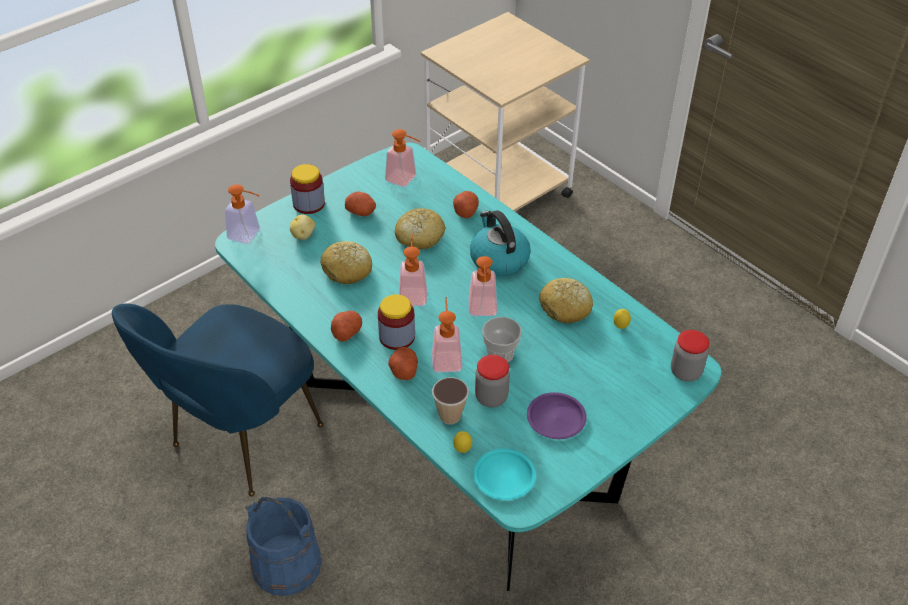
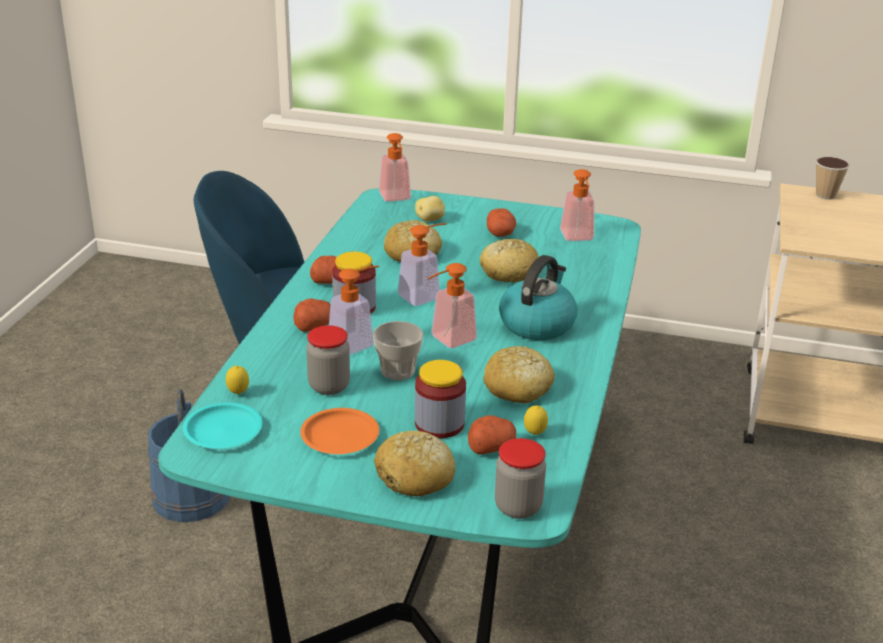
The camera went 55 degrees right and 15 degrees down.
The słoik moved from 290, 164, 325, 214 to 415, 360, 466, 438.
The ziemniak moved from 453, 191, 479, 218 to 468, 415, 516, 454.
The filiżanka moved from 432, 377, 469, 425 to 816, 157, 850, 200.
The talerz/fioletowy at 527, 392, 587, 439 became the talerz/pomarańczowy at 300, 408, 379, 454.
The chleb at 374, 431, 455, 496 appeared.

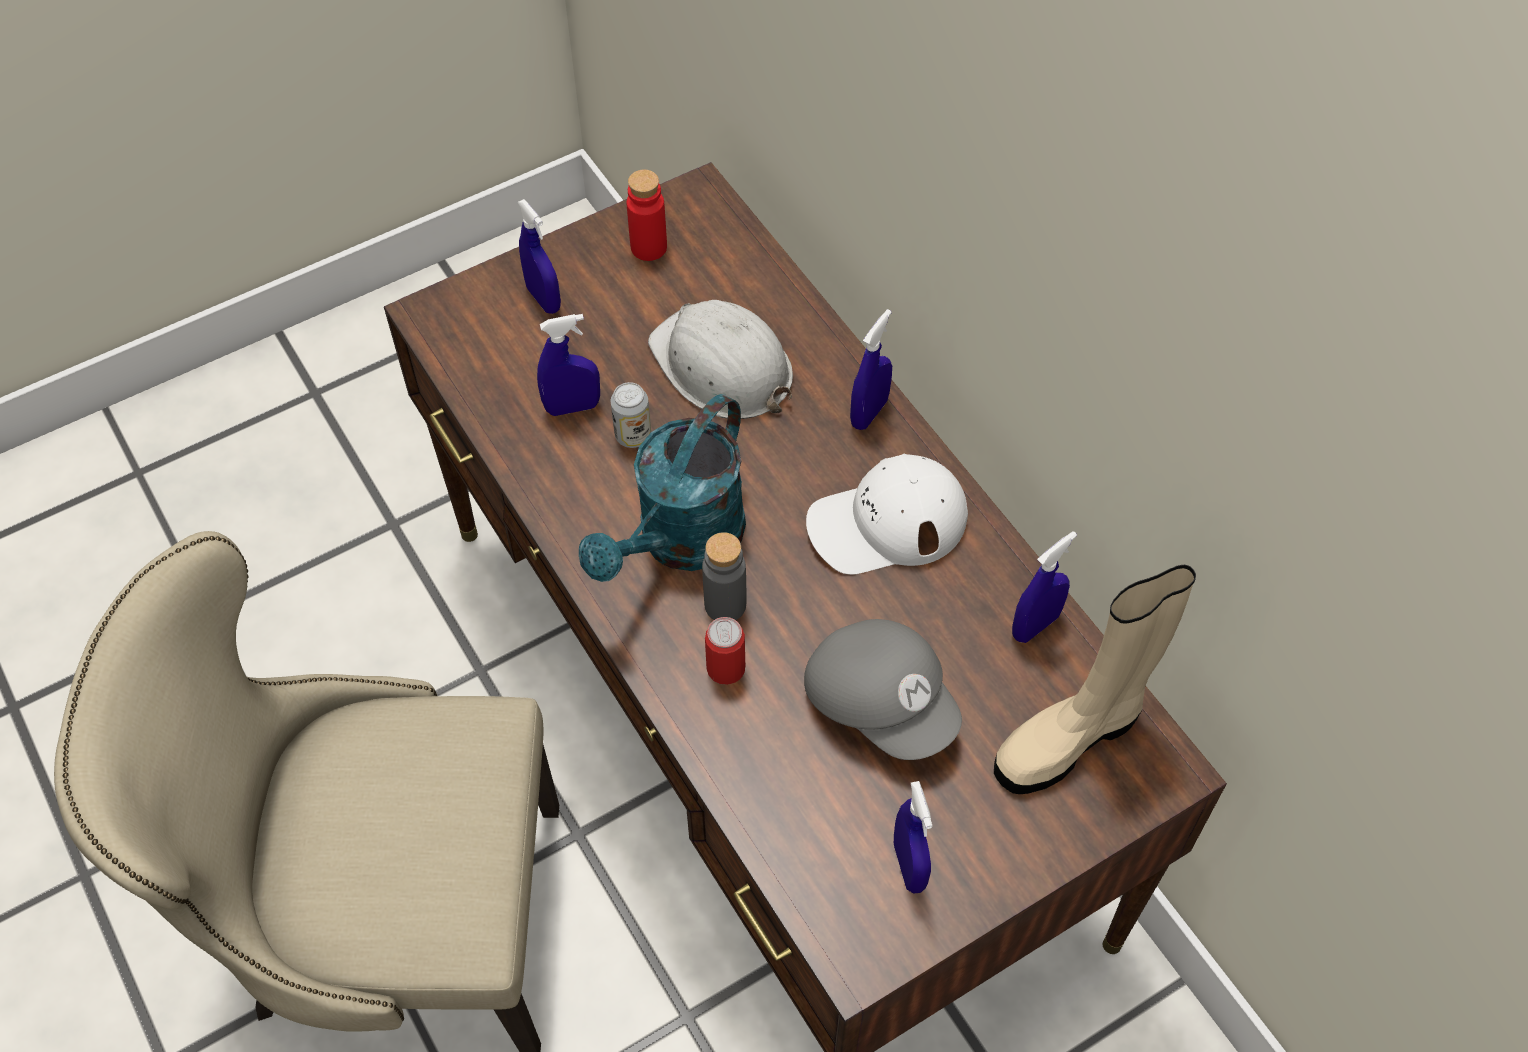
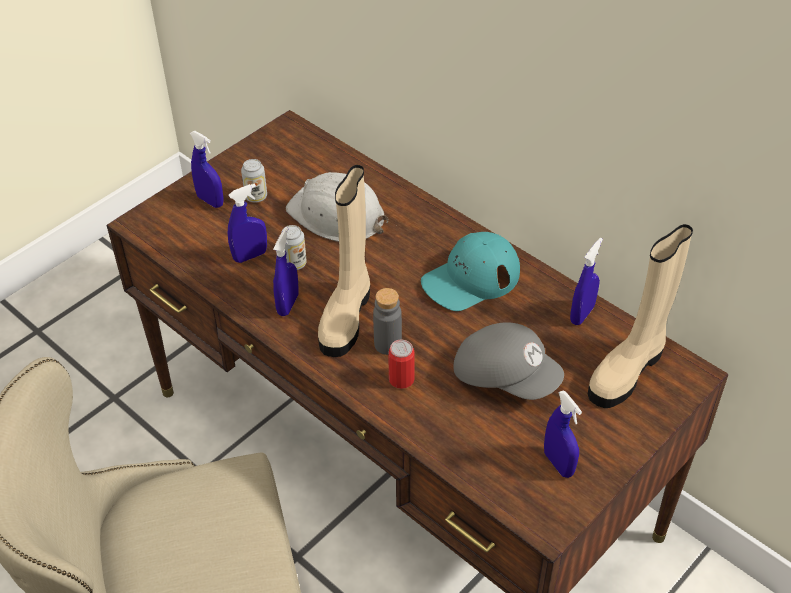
The camera went 15 degrees left and 10 degrees down.
The butelka/czerwony at 627, 169, 667, 261 disappeared.
The spryskiwacz/niebieski moved from 850, 309, 892, 430 to 273, 227, 299, 316.
The konewka/turkusowy at 579, 394, 746, 582 was replaced by the but z cholewką/beżowy at 318, 165, 370, 357.
The czapka z daszkiem/biały at 806, 454, 968, 575 became the czapka z daszkiem/turkusowy at 421, 231, 520, 311.
The puszka at 241, 159, 267, 203 appeared.

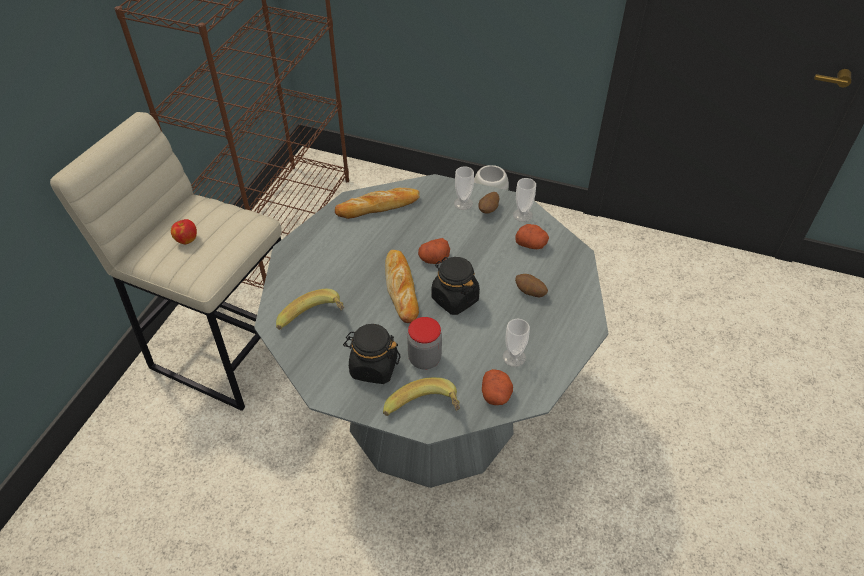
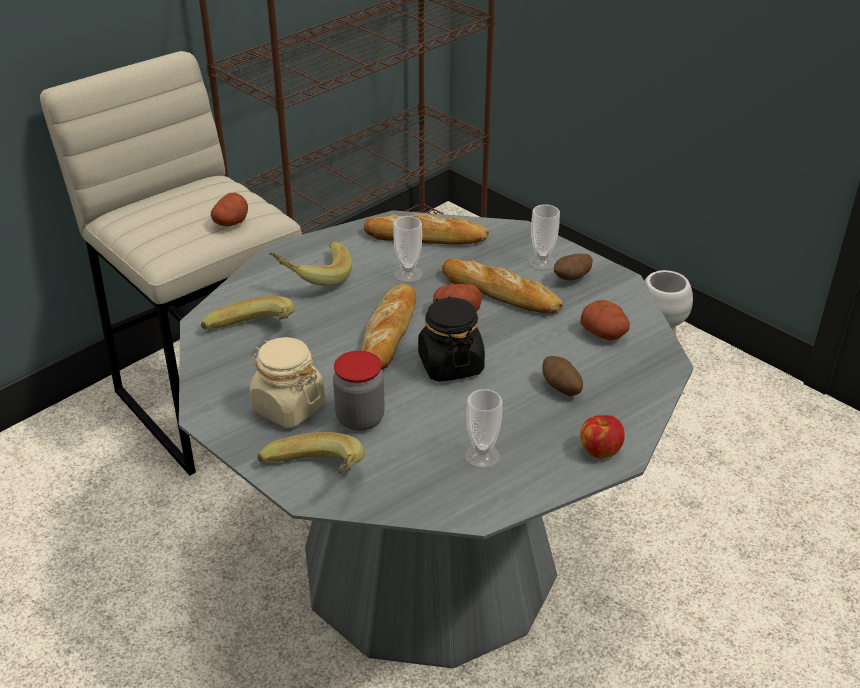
The camera went 25 degrees right and 10 degrees down.
The filiżanka moved from 513, 178, 536, 222 to 393, 216, 423, 283.
The jabłko moved from 171, 219, 197, 244 to 580, 415, 625, 458.
The słoik/czarny at 343, 324, 401, 384 became the słoik/beżowy at 249, 337, 325, 428.
The ziemniak moved from 482, 369, 513, 405 to 211, 193, 248, 226.
The banan at 269, 241, 352, 286 appeared.
The chleb at 442, 258, 563, 313 appeared.

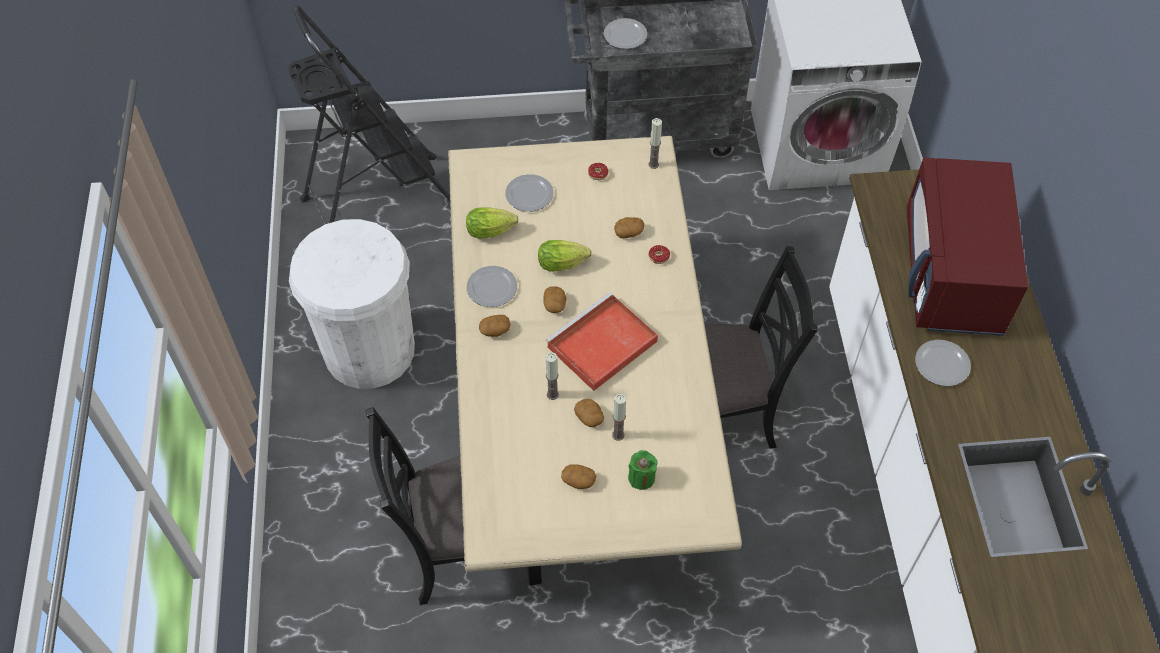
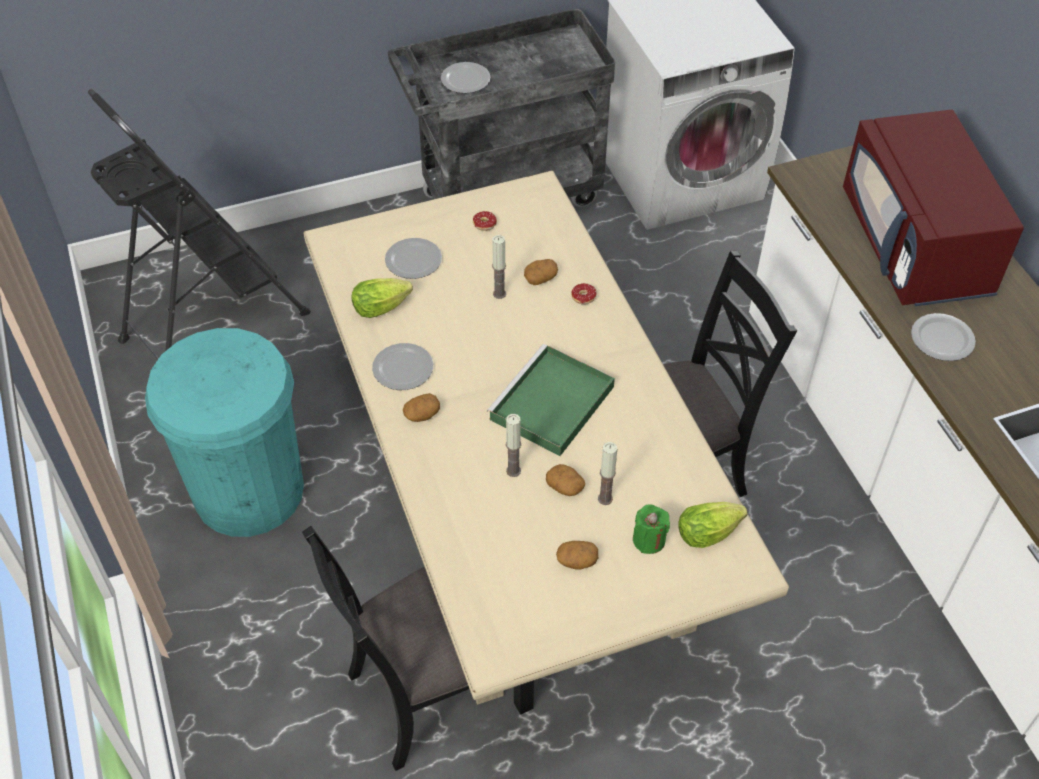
The camera went 15 degrees left and 5 degrees down.
The świeca moved from 648, 118, 662, 169 to 492, 235, 506, 299.
The kosz na śmieci/biały at 289, 219, 415, 389 became the kosz na śmieci/turkusowy at 145, 328, 304, 537.
The sałata moved from 538, 240, 591, 272 to 678, 502, 748, 548.
The ziemniak at 543, 287, 566, 313 disappeared.
The taca/czerwony at 546, 292, 658, 391 became the taca/zielony at 487, 344, 615, 456.

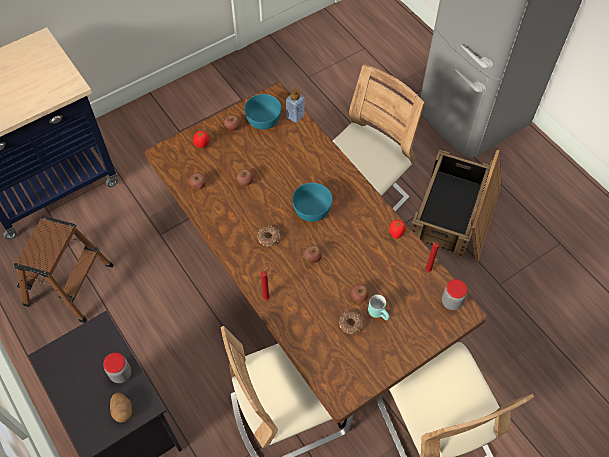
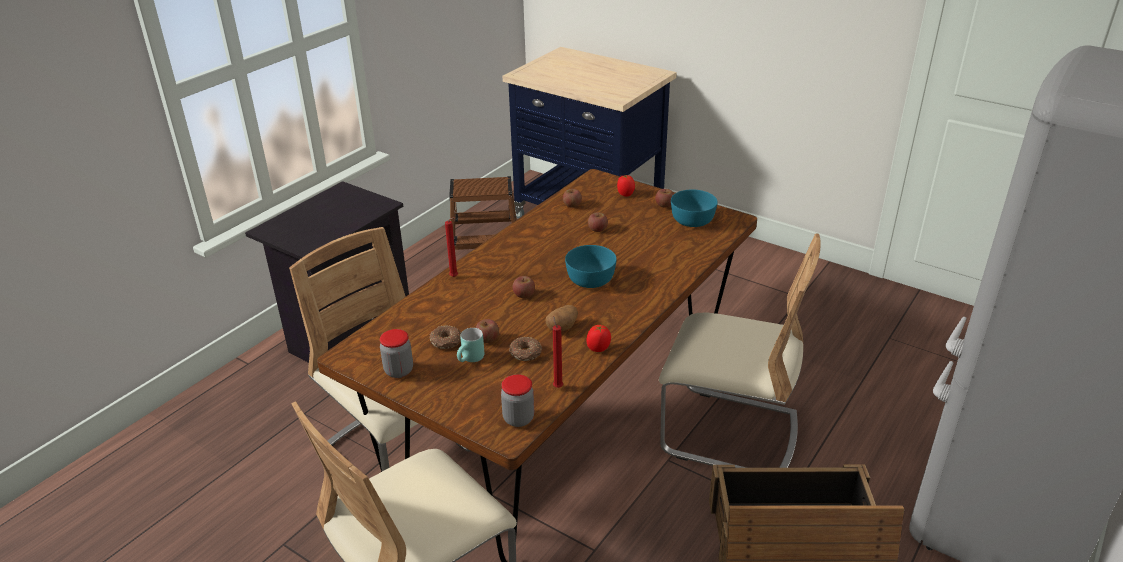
The camera went 70 degrees right and 25 degrees down.
The dozownik mydła at 286, 88, 304, 123 disappeared.
The donut moved from 257, 226, 281, 246 to 509, 337, 542, 361.
The słoik moved from 103, 352, 131, 383 to 380, 329, 413, 378.
The ziemniak moved from 110, 392, 132, 423 to 545, 305, 578, 331.

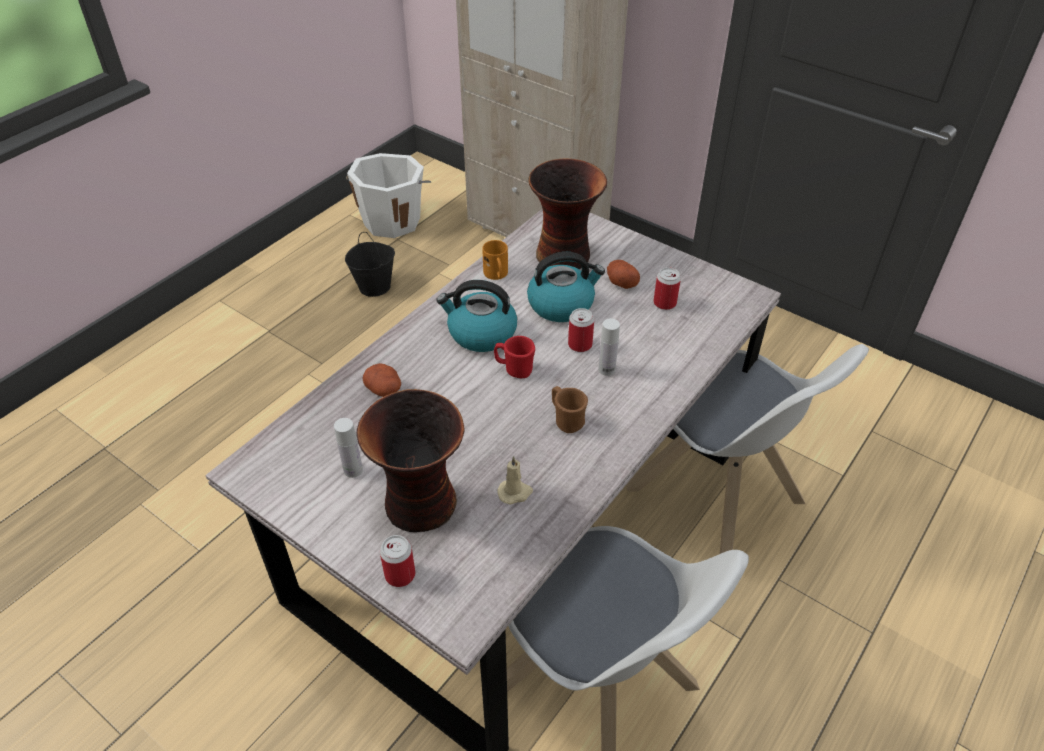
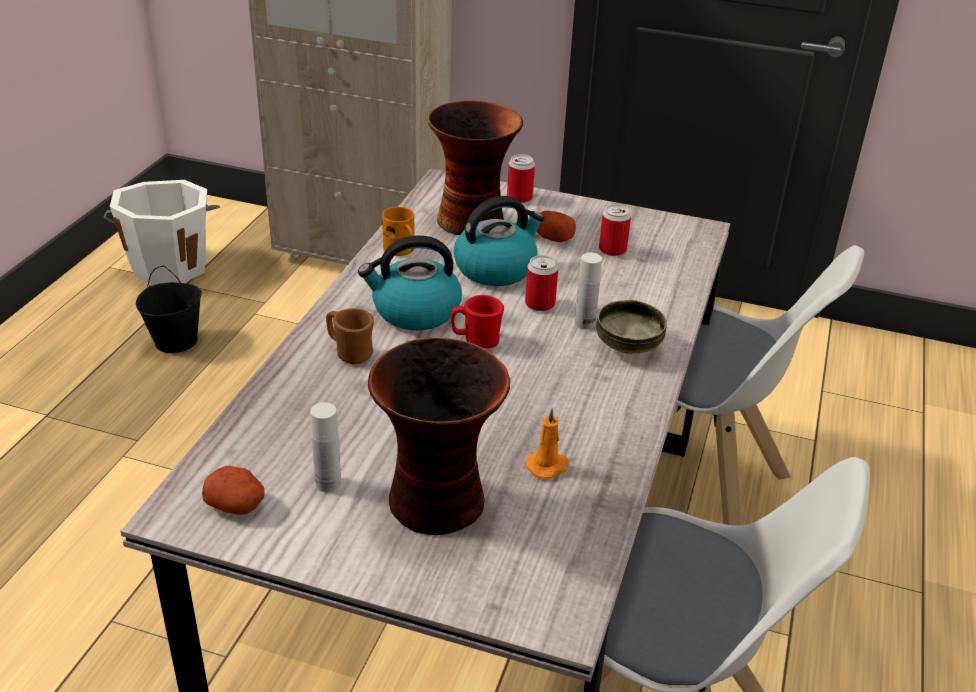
The camera went 20 degrees left and 10 degrees down.
The ziemniak moved from 362, 363, 401, 397 to 202, 466, 265, 515.
The kubek/brązowy moved from 552, 386, 588, 433 to 326, 308, 374, 364.
The świeca/beżowy at 497, 456, 533, 505 became the świeca/pomarańczowy at 526, 408, 569, 479.
The puszka moved from 380, 535, 415, 587 to 507, 154, 535, 203.
The miska at 596, 300, 667, 354 appeared.

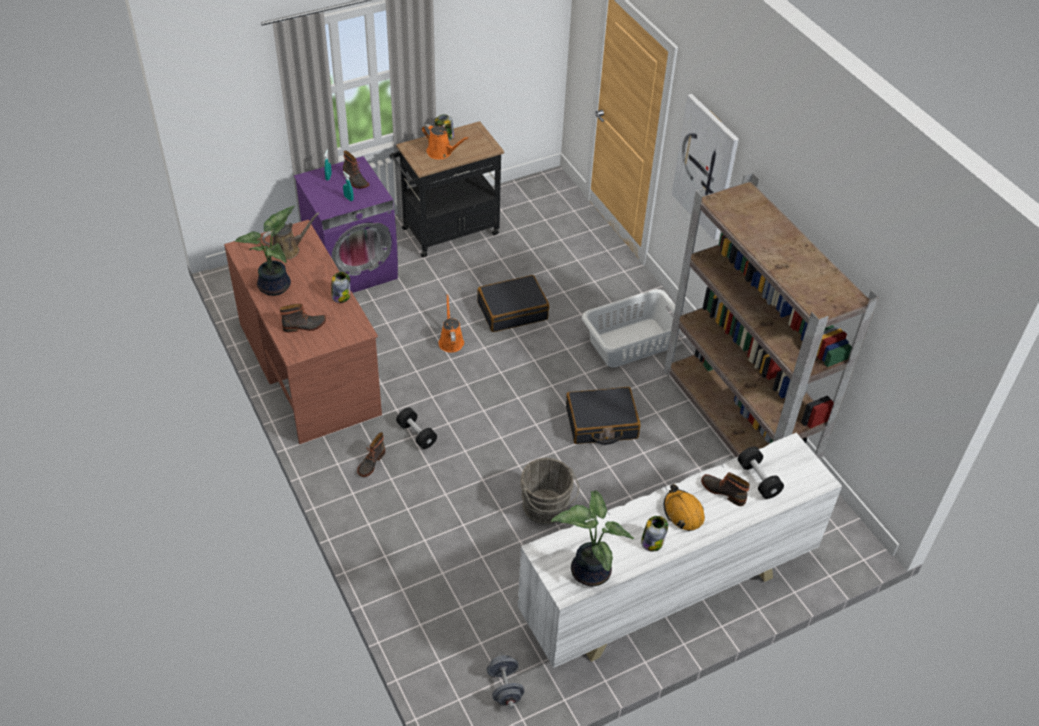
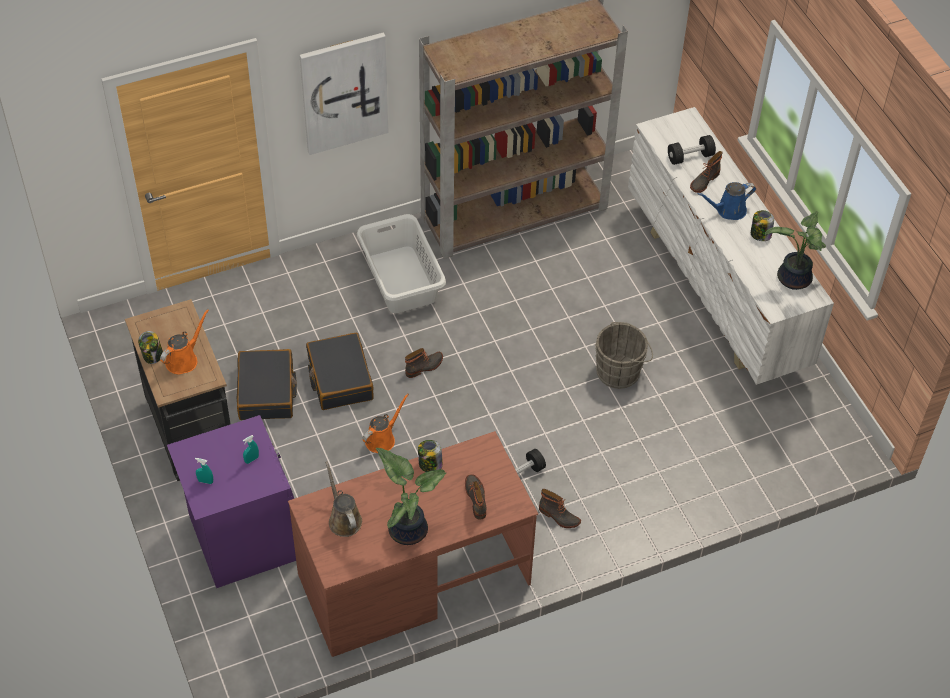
The camera went 85 degrees left and 5 degrees up.
The but z cholewką moved from 343, 151, 369, 188 to 405, 348, 443, 378.
The konewka/pomarańczowy at 438, 294, 464, 353 turned 135 degrees clockwise.
The walizka/czarny moved from 566, 387, 641, 445 to 236, 349, 297, 420.
The kask/pomarańczowy at 664, 484, 705, 531 was replaced by the konewka/niebieski at 698, 182, 756, 220.
The hantel/szary at 487, 653, 525, 709 disappeared.

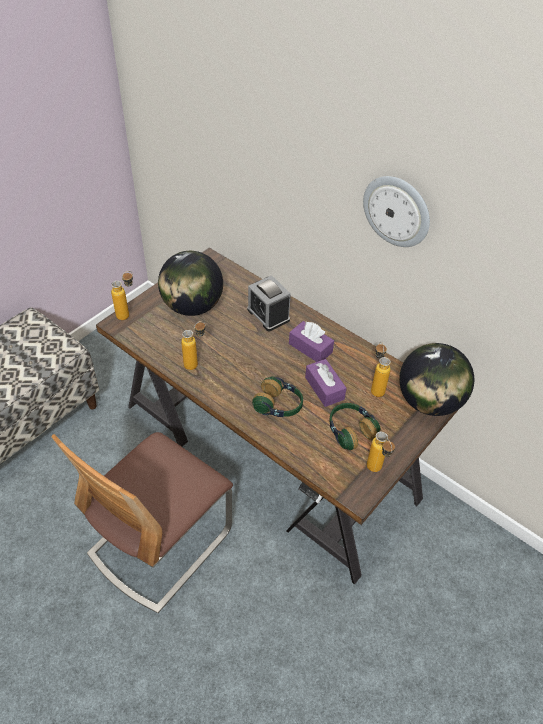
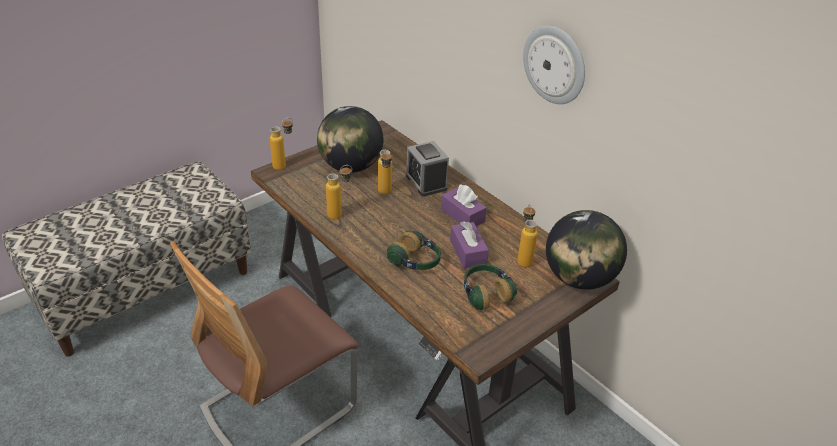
The camera went 10 degrees right and 10 degrees down.
The butelka moved from 367, 432, 395, 472 to 378, 150, 392, 194.

